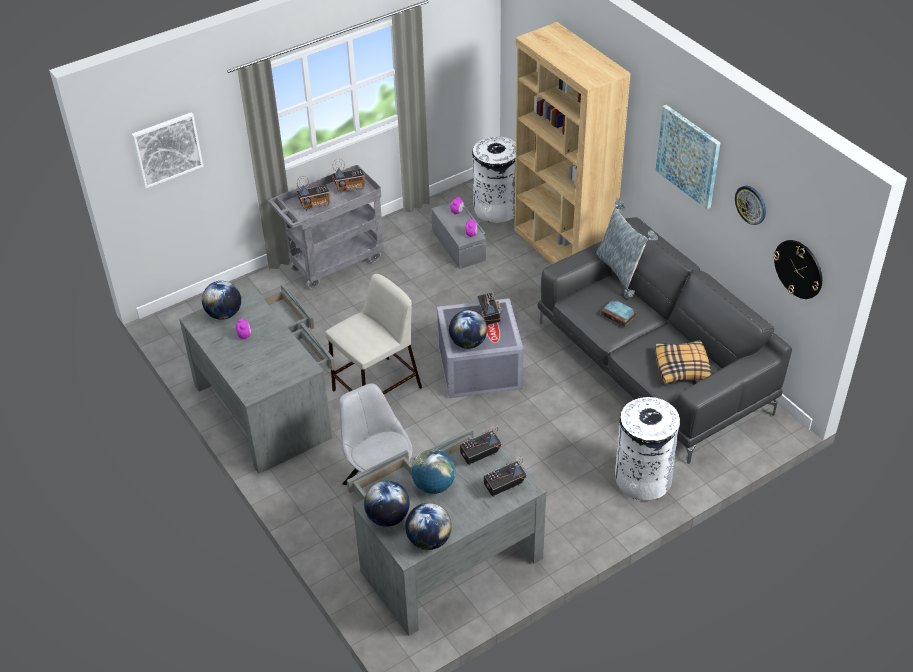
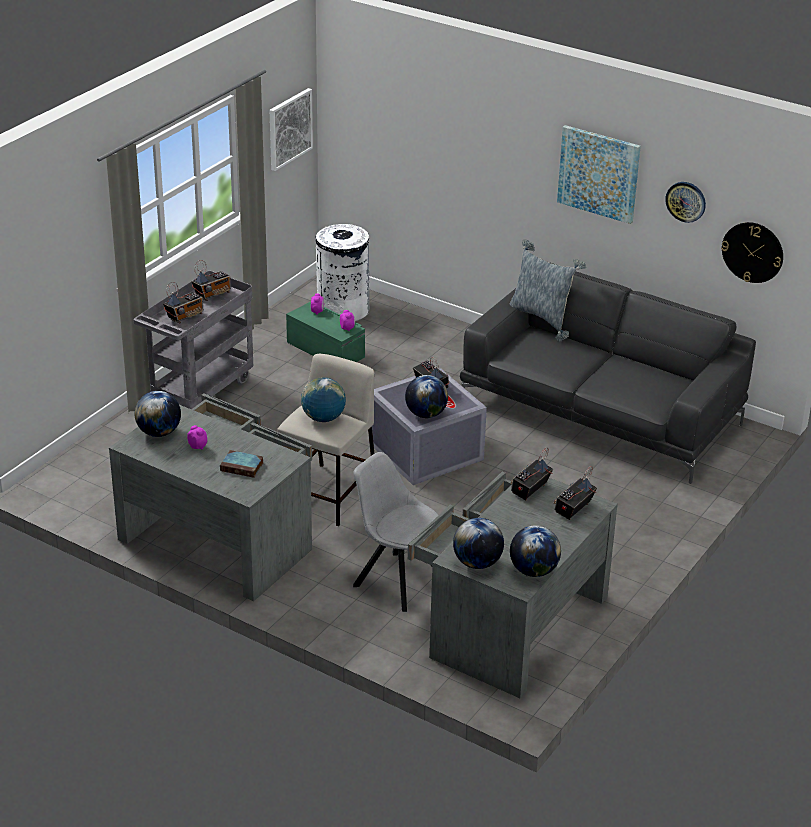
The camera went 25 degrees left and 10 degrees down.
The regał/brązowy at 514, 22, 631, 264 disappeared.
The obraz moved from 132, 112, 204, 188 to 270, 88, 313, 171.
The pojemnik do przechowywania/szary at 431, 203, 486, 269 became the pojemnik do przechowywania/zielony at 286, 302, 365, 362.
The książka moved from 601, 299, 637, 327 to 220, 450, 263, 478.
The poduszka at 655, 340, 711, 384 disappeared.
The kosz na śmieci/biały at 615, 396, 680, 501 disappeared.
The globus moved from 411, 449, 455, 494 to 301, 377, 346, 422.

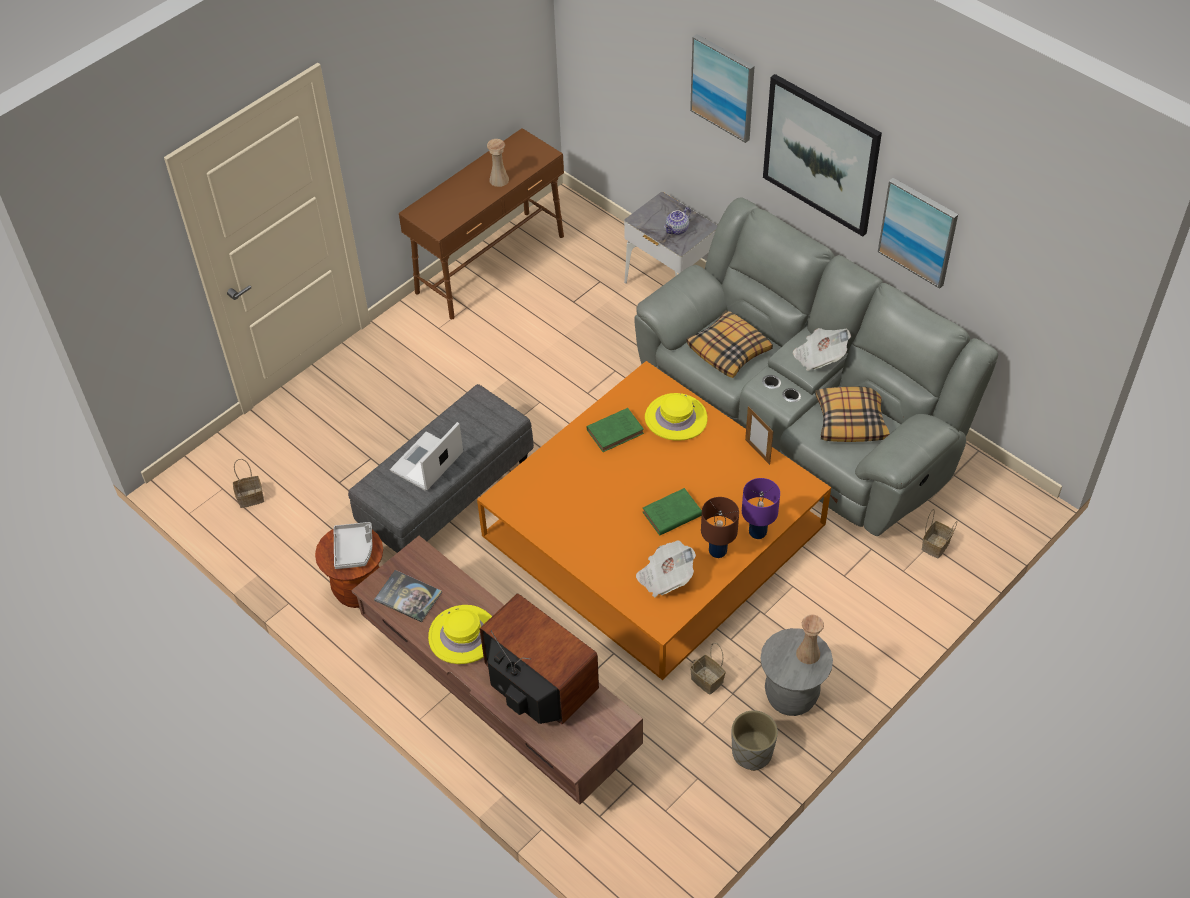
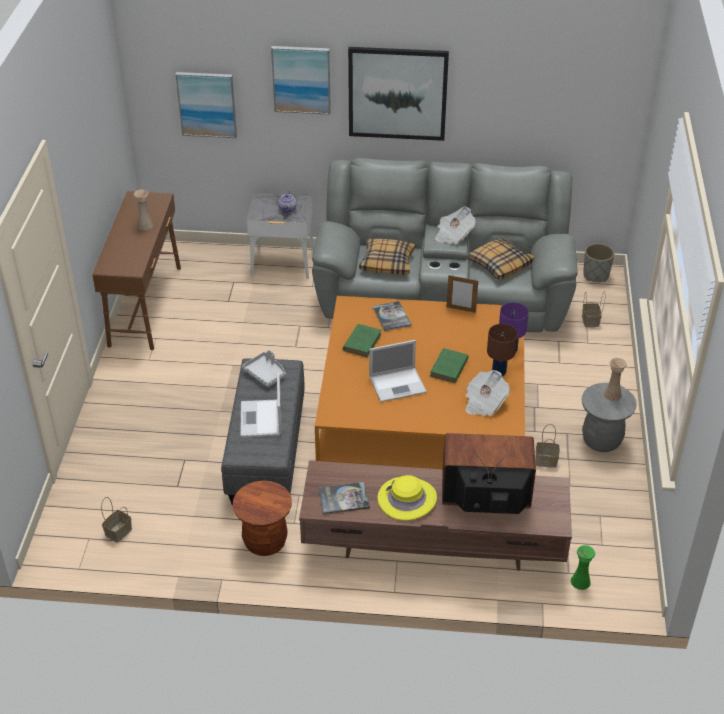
The camera went 40 degrees left and 10 degrees down.
The obraz moved from 878, 178, 958, 289 to 175, 72, 237, 138.
The kapelusz/żółty at 645, 393, 707, 441 was replaced by the książka at 373, 301, 412, 331.
The taca/szary moved from 334, 522, 372, 569 to 242, 350, 286, 387.
The donica/szary moved from 732, 710, 778, 771 to 583, 243, 615, 282.
The laptop at 369, 340, 427, 402 appeared.
The wazon/zielony at 571, 545, 595, 590 appeared.

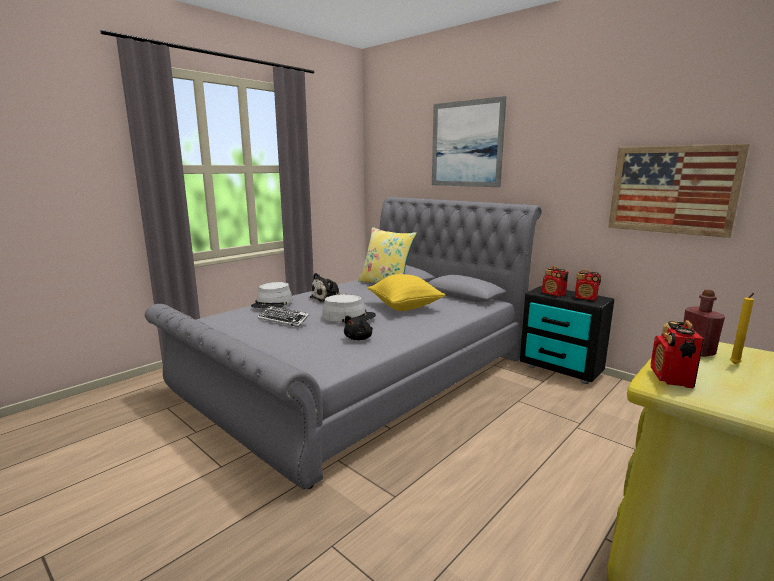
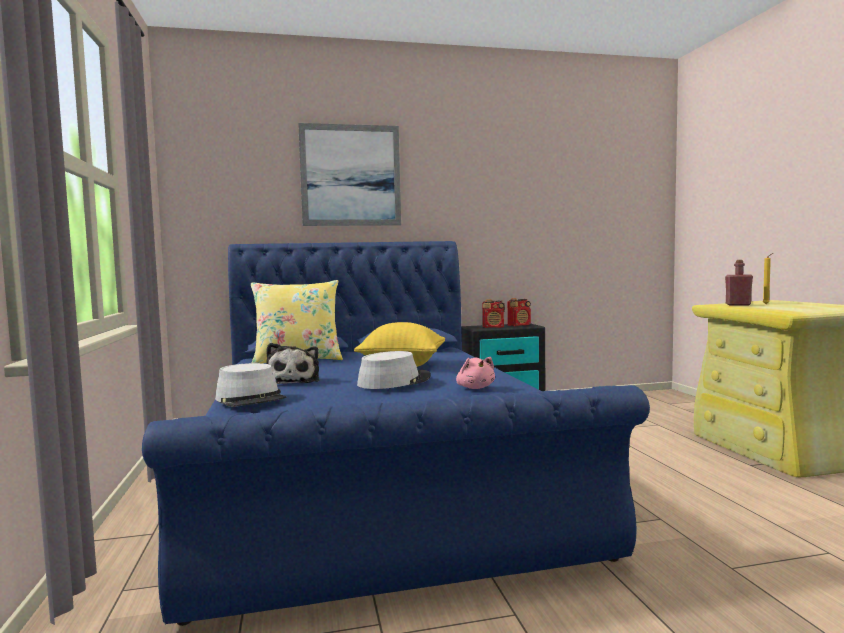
The camera went 55 degrees left and 10 degrees down.
The obraz at 608, 144, 750, 238 disappeared.
The łóżko/szary at 144, 197, 542, 490 became the łóżko/niebieski at 142, 241, 650, 626.
The klawiatura at 258, 306, 310, 327 disappeared.
The pluszak/czarny at 344, 316, 373, 340 became the pluszak/różowy at 456, 357, 495, 389.
The radio at 651, 320, 704, 388 disappeared.

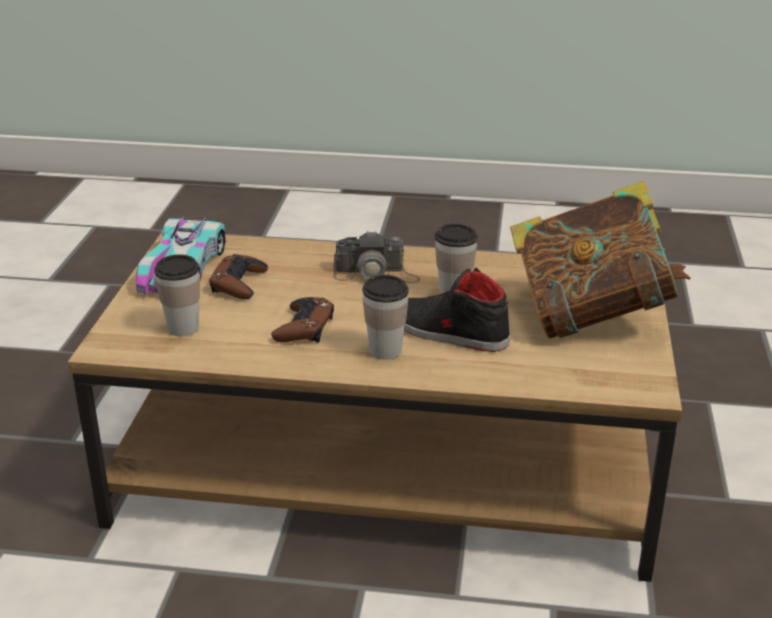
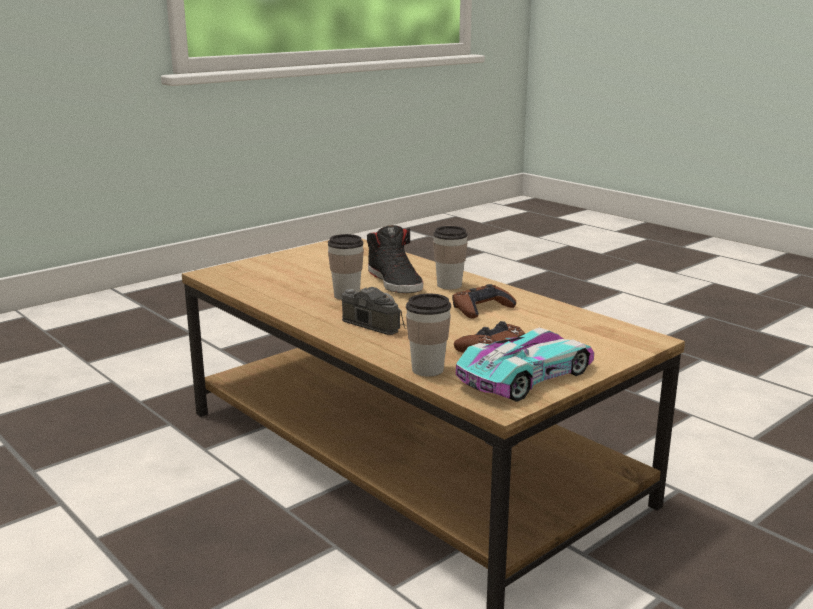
The camera went 140 degrees left and 10 degrees down.
The książka at 510, 181, 691, 339 disappeared.
The filiżanka moved from 154, 254, 200, 336 to 406, 294, 451, 377.

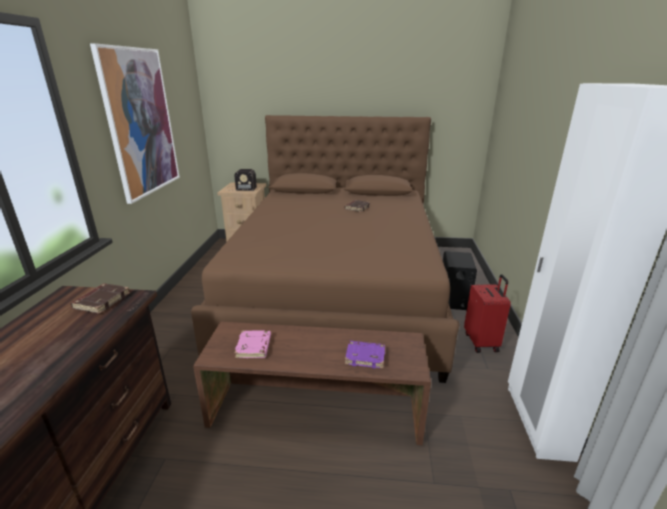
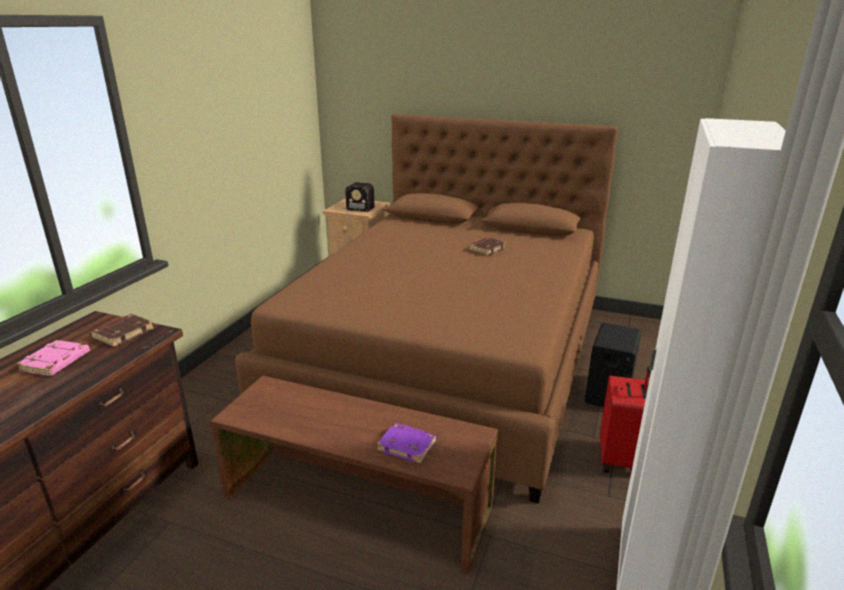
The camera went 15 degrees right and 0 degrees up.
The obraz at 90, 43, 180, 204 disappeared.
The książka/różowy moved from 234, 330, 271, 358 to 16, 340, 90, 376.

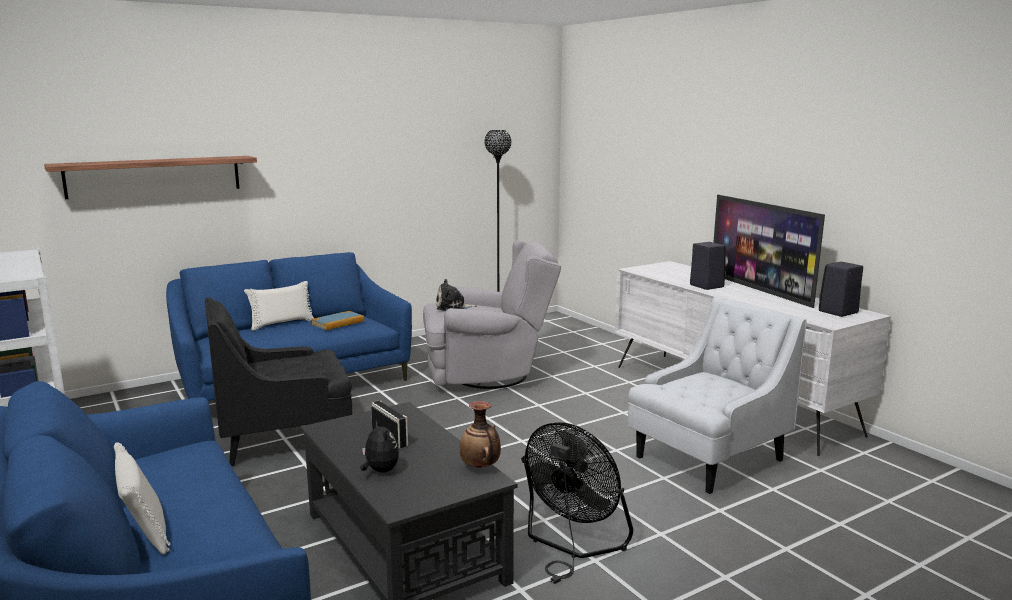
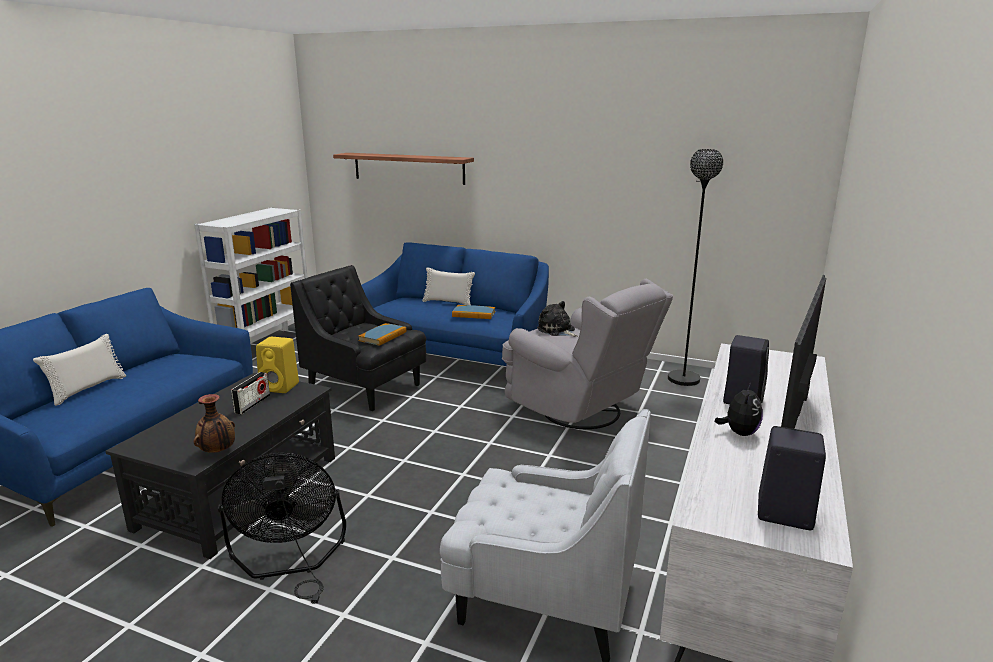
The camera went 55 degrees right and 5 degrees up.
The pluszak moved from 360, 421, 399, 473 to 715, 383, 763, 436.
The wentylator/czarny at 521, 423, 633, 584 turned 105 degrees counterclockwise.
The książka at 359, 323, 406, 346 appeared.
The głośnik/żółty at 256, 337, 299, 393 appeared.

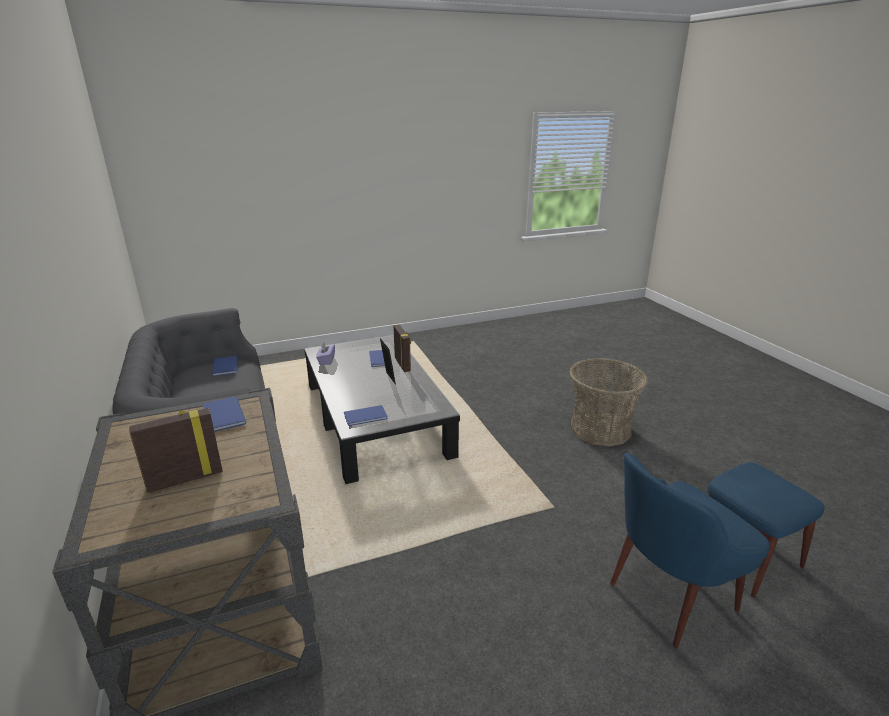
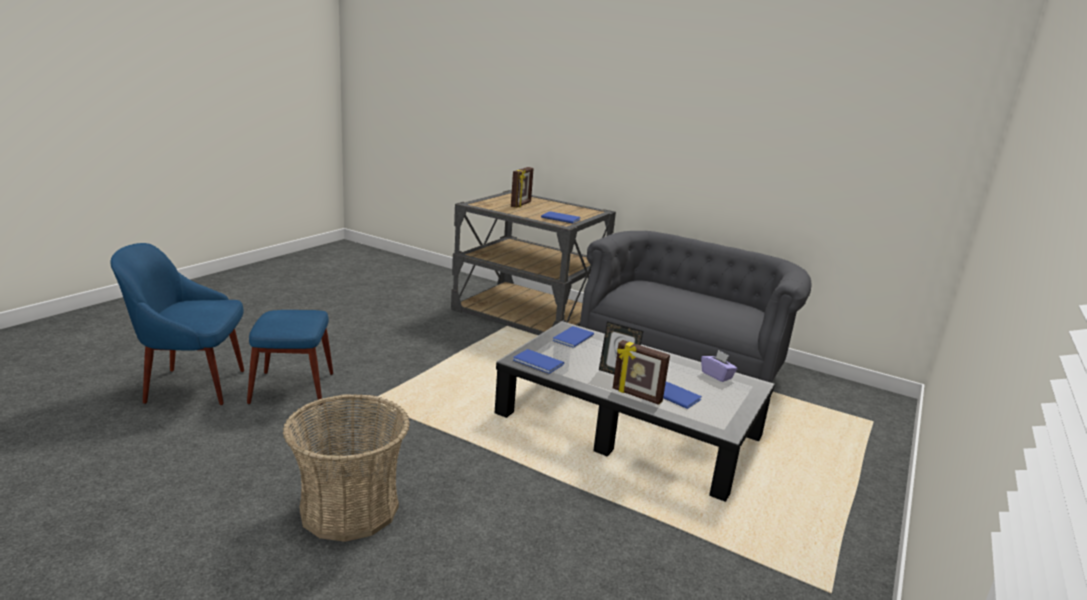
The camera went 140 degrees right and 5 degrees down.
The książka/niebieski moved from 213, 356, 237, 376 to 513, 349, 564, 374.
The fotel/niebieski at 610, 453, 825, 648 turned 120 degrees counterclockwise.

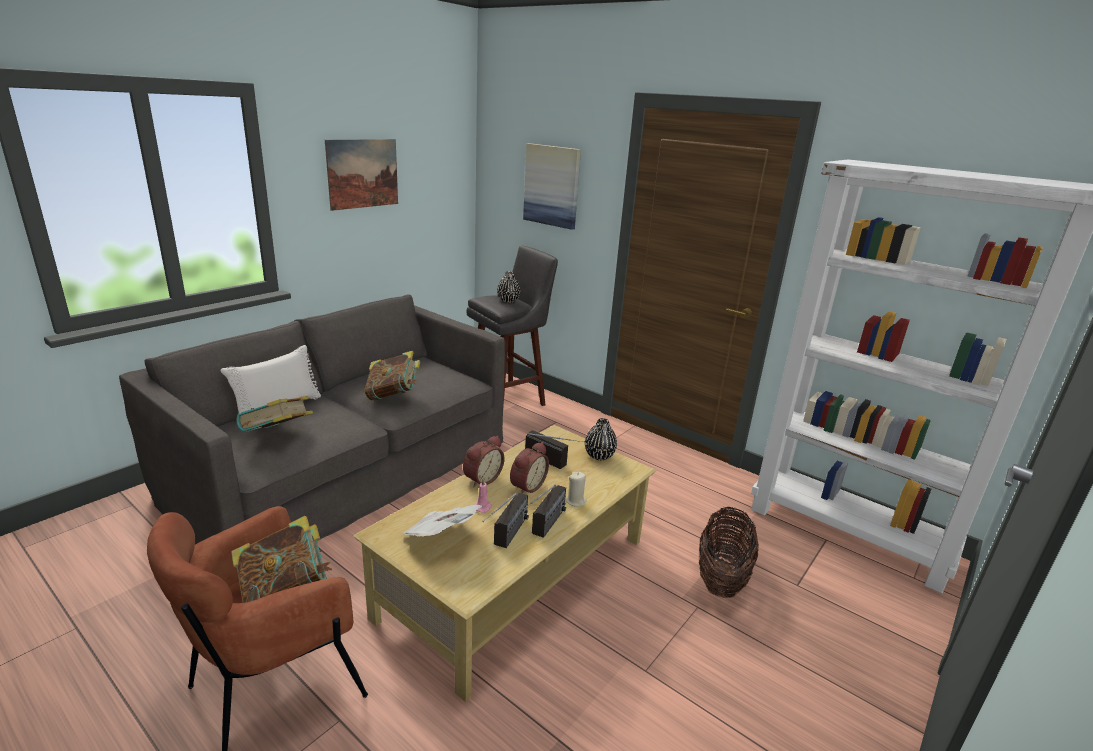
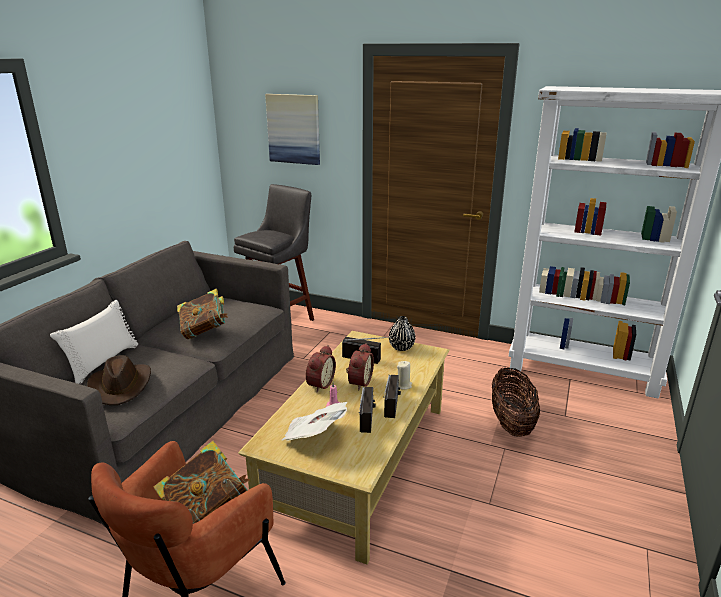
The camera went 15 degrees left and 0 degrees up.
The obraz at 325, 139, 398, 211 disappeared.
The wazon/czarny at 497, 271, 520, 302 disappeared.
The książka at 236, 396, 313, 432 was replaced by the kapelusz/brązowy at 87, 355, 151, 405.

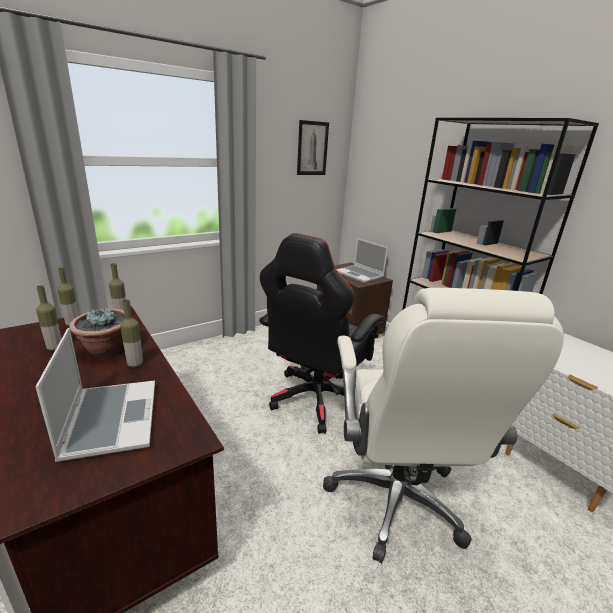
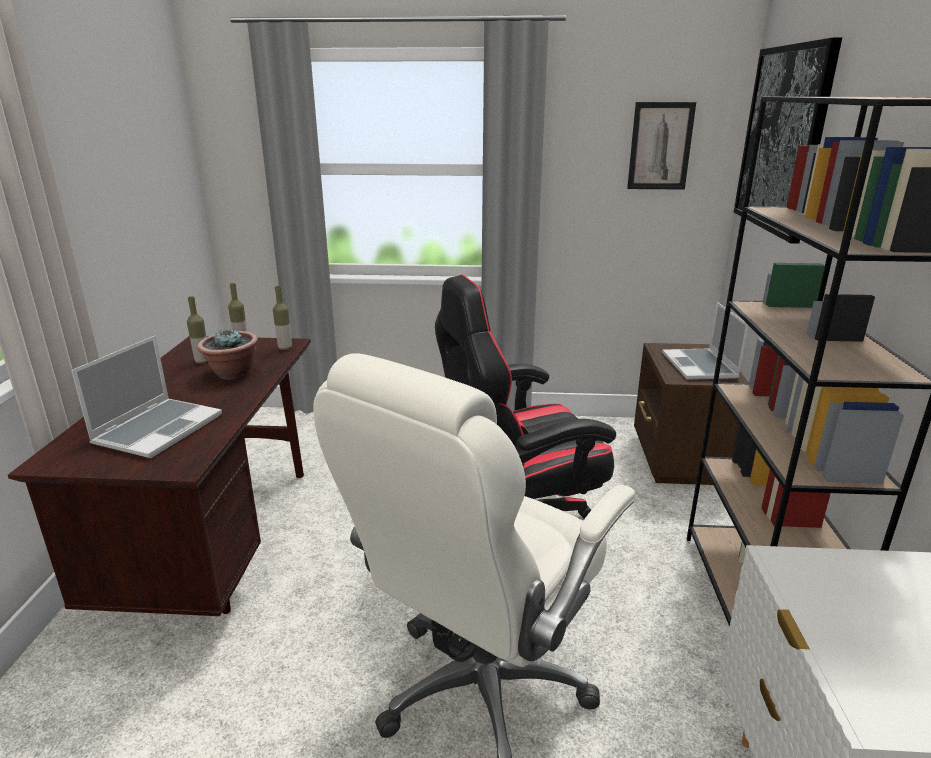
The camera went 40 degrees right and 0 degrees up.
The butelka at 120, 299, 143, 368 disappeared.
The obraz at 734, 37, 842, 244 appeared.

